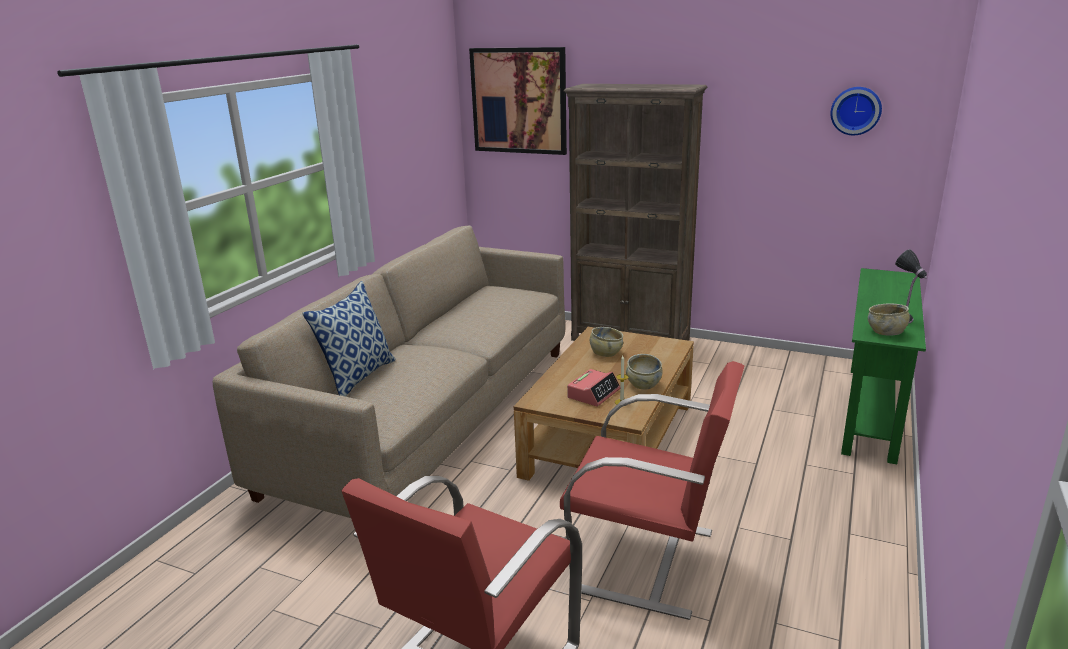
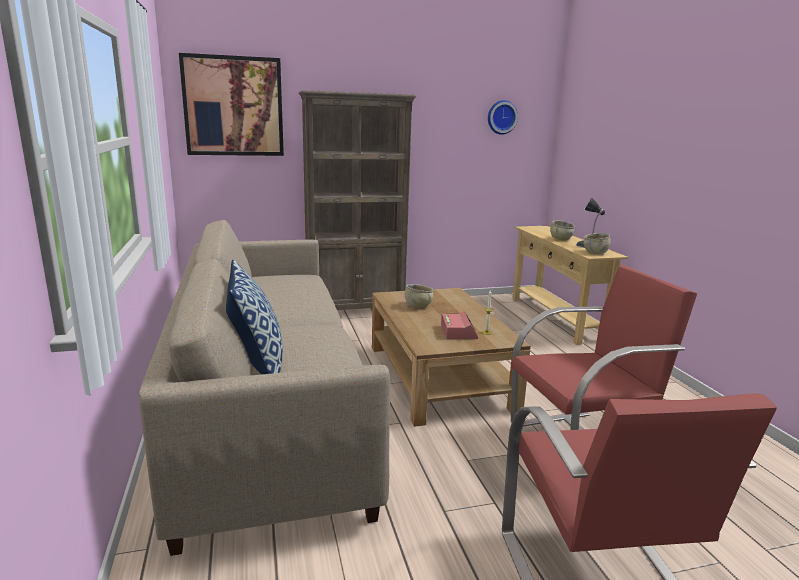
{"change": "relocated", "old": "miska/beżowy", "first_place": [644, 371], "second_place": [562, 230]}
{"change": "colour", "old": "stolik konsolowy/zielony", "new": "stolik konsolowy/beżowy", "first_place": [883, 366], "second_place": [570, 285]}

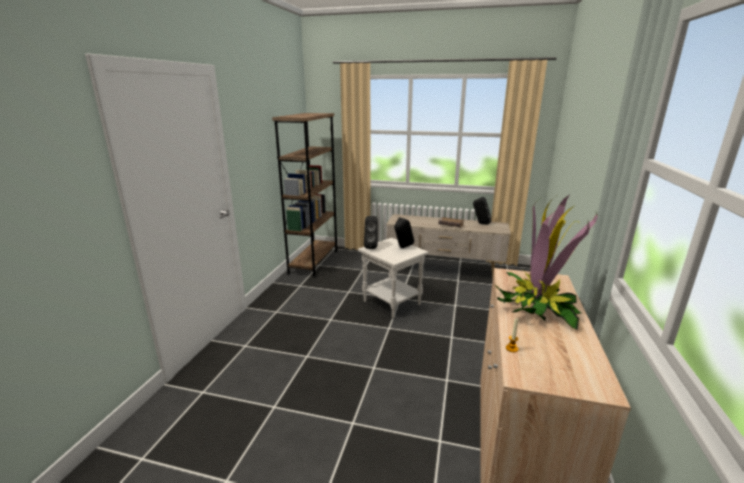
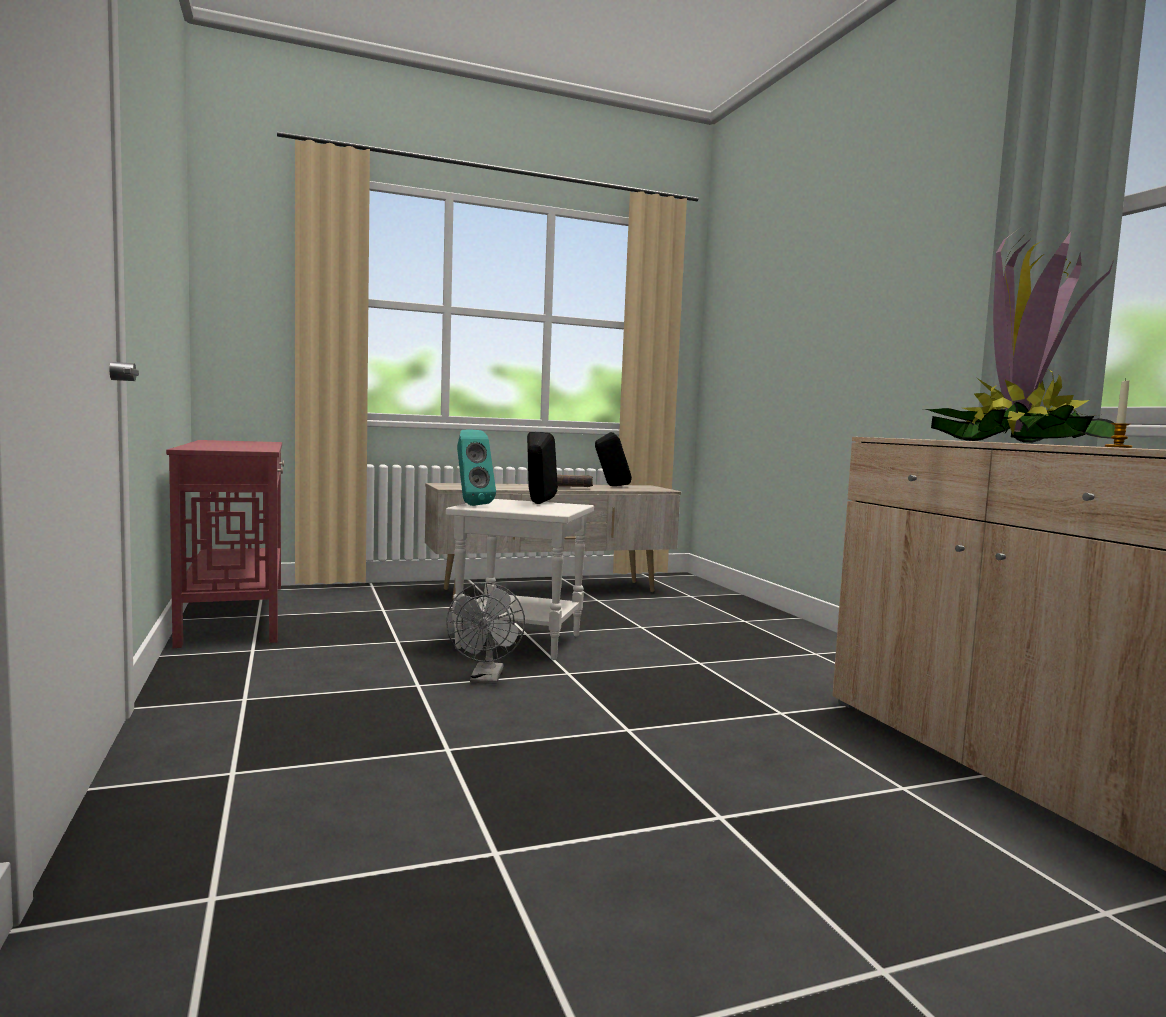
{"change": "exchanged", "old": "regał/brązowy", "new": "stolik konsolowy/czerwony", "first_place": [305, 195], "second_place": [225, 544]}
{"change": "colour", "old": "głośnik/czarny", "new": "głośnik/turkusowy", "first_place": [371, 232], "second_place": [476, 468]}
{"change": "appeared", "new": "wentylator/szary", "second_place": [485, 633]}

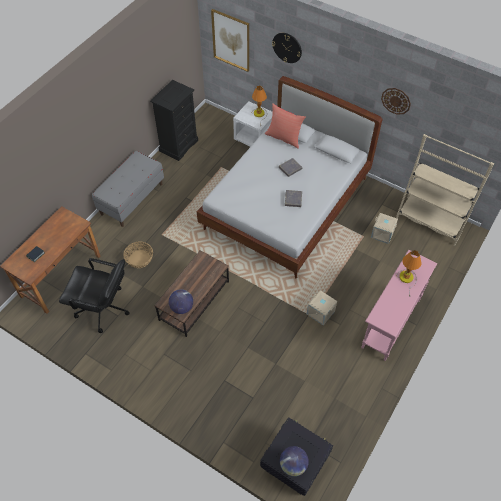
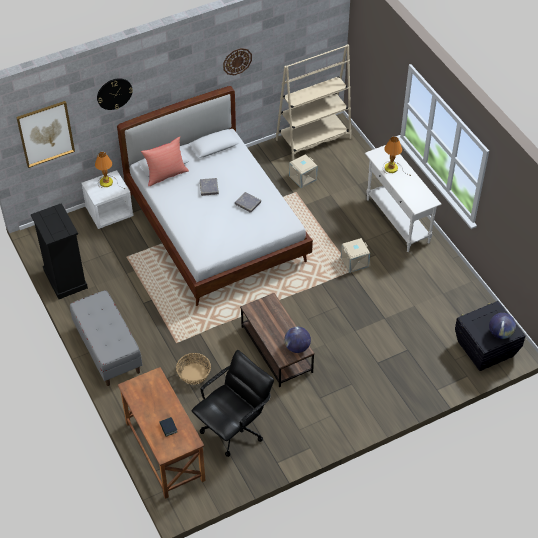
{"change": "colour", "old": "stolik konsolowy/różowy", "new": "stolik konsolowy/biały", "first_place": [399, 305], "second_place": [403, 198]}

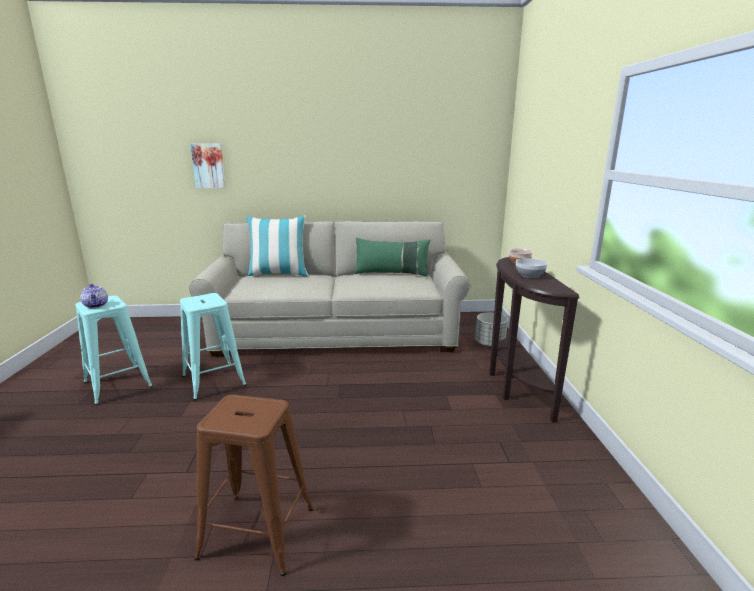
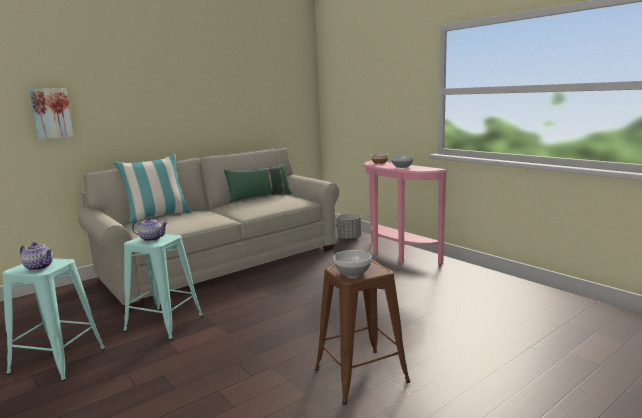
{"change": "colour", "old": "stolik konsolowy/brązowy", "new": "stolik konsolowy/różowy", "first_place": [534, 340], "second_place": [405, 212]}
{"change": "appeared", "new": "imbryk", "second_place": [149, 229]}
{"change": "appeared", "new": "miska", "second_place": [353, 263]}

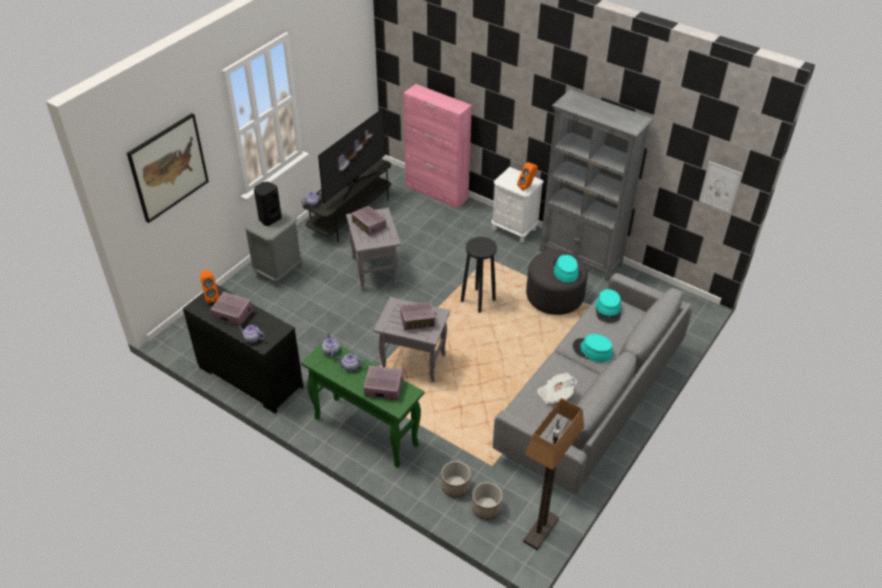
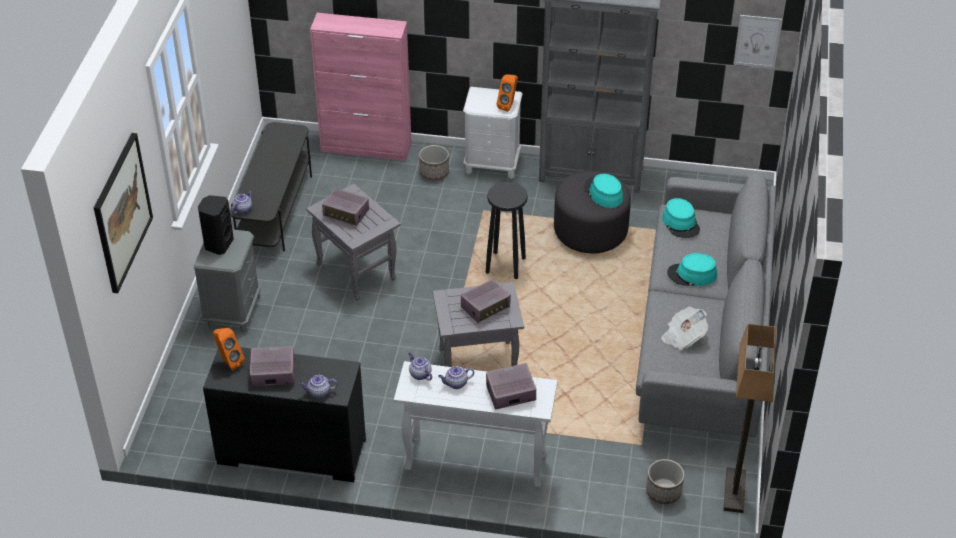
{"change": "colour", "old": "stolik konsolowy/zielony", "new": "stolik konsolowy/biały", "first_place": [362, 403], "second_place": [475, 424]}
{"change": "missing", "old": "telewizor", "first_place": [351, 155]}
{"change": "relocated", "old": "donica", "first_place": [456, 479], "second_place": [434, 163]}

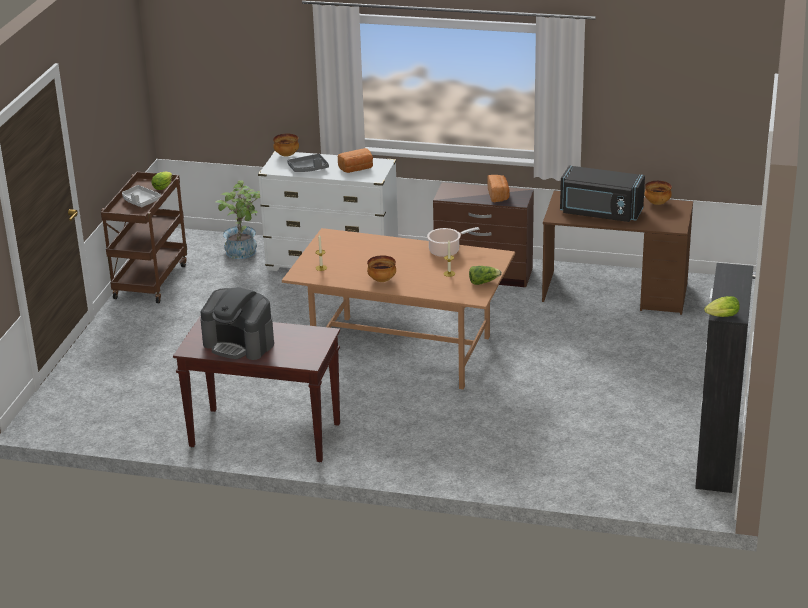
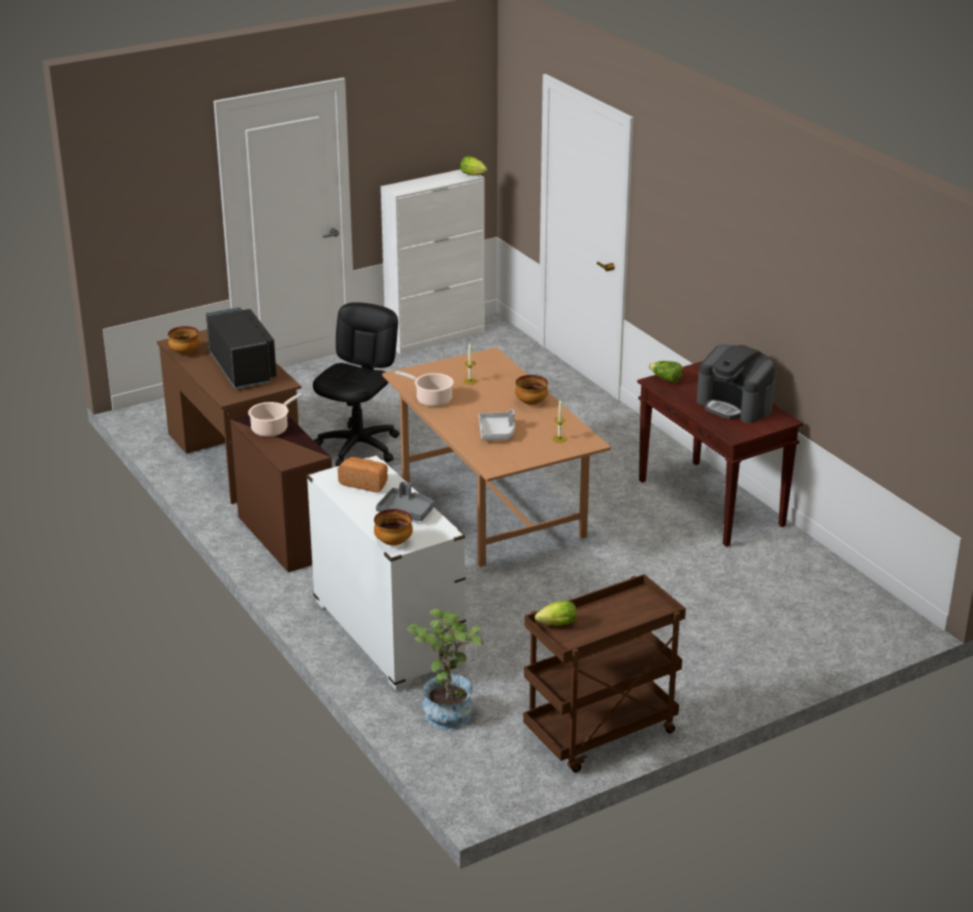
{"change": "relocated", "old": "taca/szary", "first_place": [141, 196], "second_place": [497, 424]}
{"change": "spun", "old": "ekspres do kawy", "first_place": [237, 323], "second_place": [736, 383], "degrees": 150}
{"change": "relocated", "old": "sałata", "first_place": [485, 275], "second_place": [666, 372]}
{"change": "exchanged", "old": "chleb", "new": "garnek", "first_place": [499, 189], "second_place": [275, 415]}
{"change": "colour", "old": "szafka/czarny", "new": "szafka/biały", "first_place": [724, 378], "second_place": [433, 261]}
{"change": "appeared", "new": "krzesło biurowe/czarny", "second_place": [356, 384]}

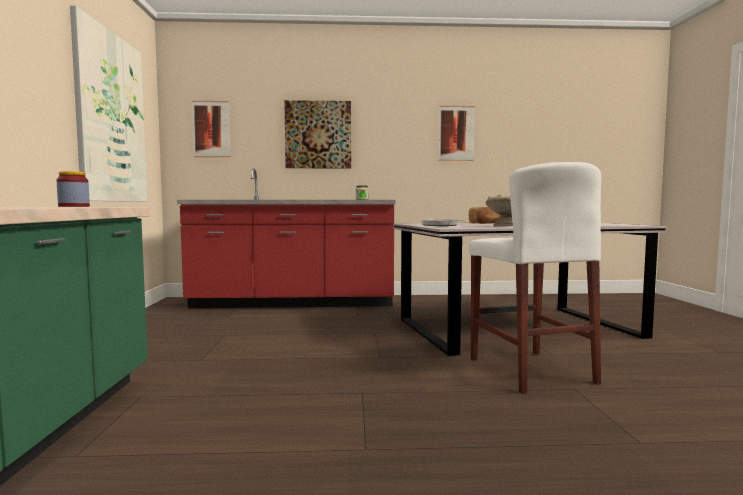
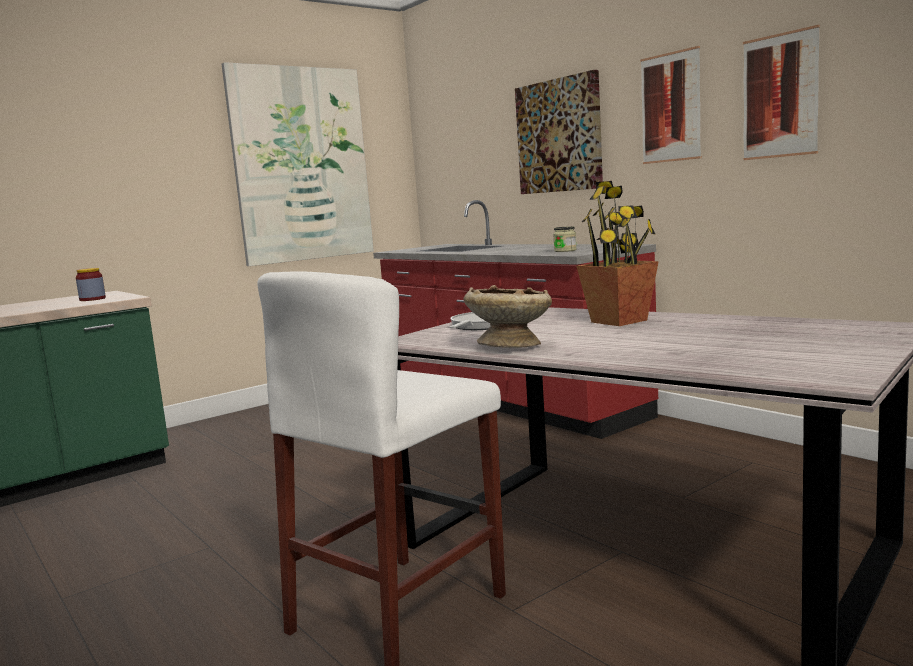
{"change": "relocated", "old": "obraz", "first_place": [211, 129], "second_place": [671, 105]}
{"change": "exchanged", "old": "chleb", "new": "roślina doniczkowa", "first_place": [484, 215], "second_place": [618, 253]}

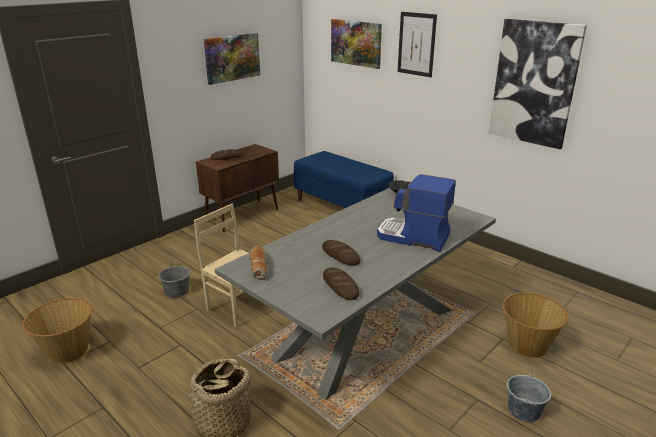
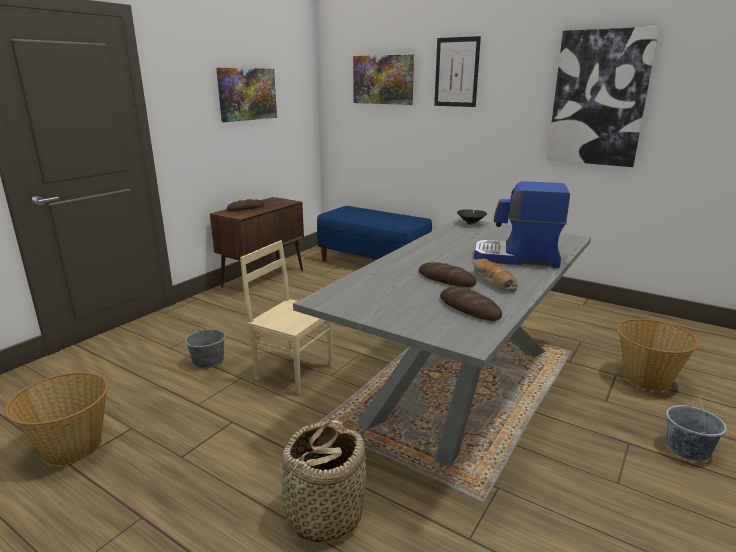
{"change": "relocated", "old": "chleb", "first_place": [258, 263], "second_place": [495, 275]}

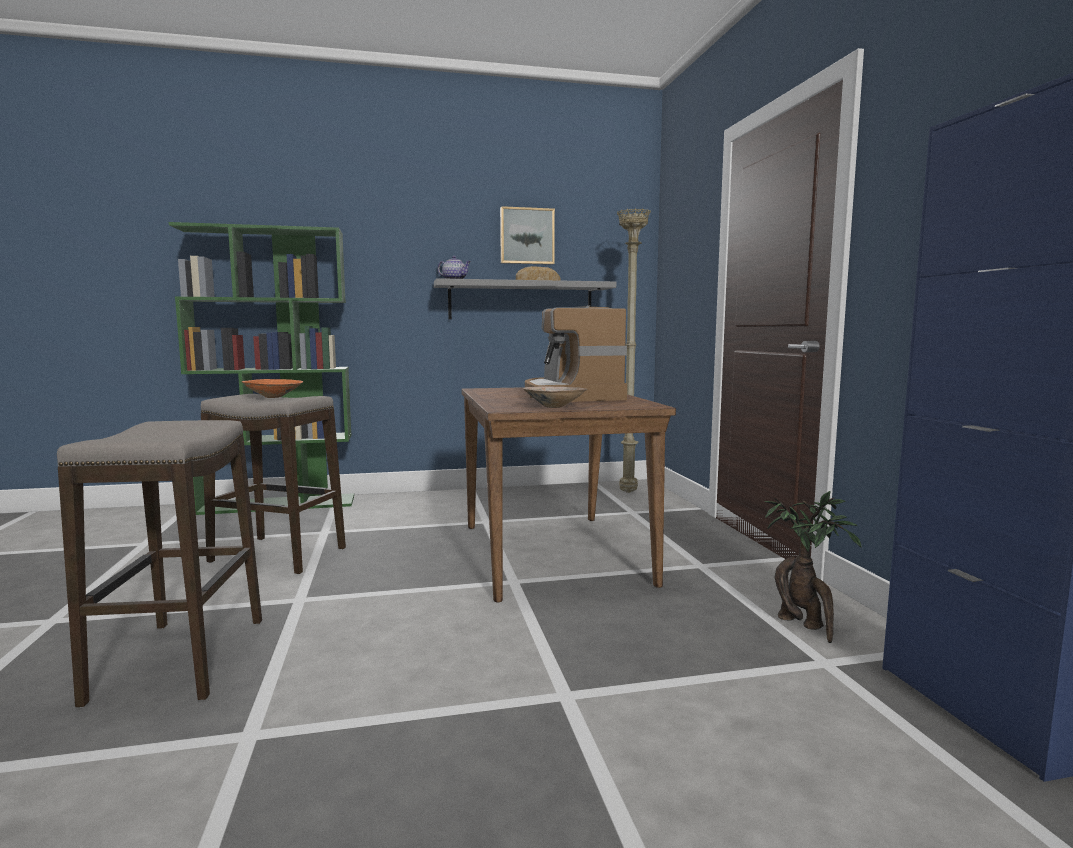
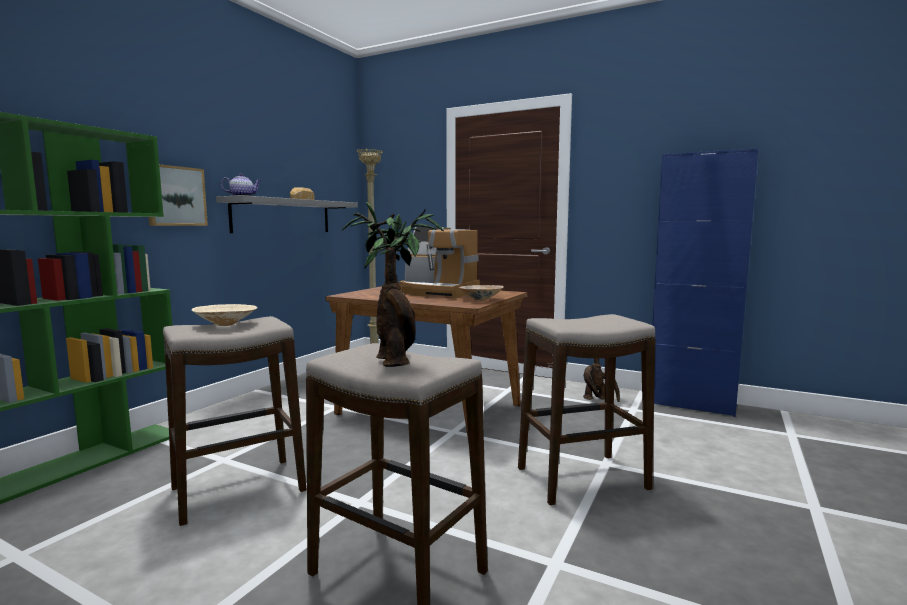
{"change": "colour", "old": "miska/pomarańczowy", "new": "miska/beżowy", "first_place": [272, 388], "second_place": [225, 315]}
{"change": "relocated", "old": "obraz", "first_place": [527, 235], "second_place": [178, 195]}
{"change": "appeared", "new": "roślina doniczkowa", "second_place": [393, 284]}
{"change": "appeared", "new": "stołek", "second_place": [586, 410]}

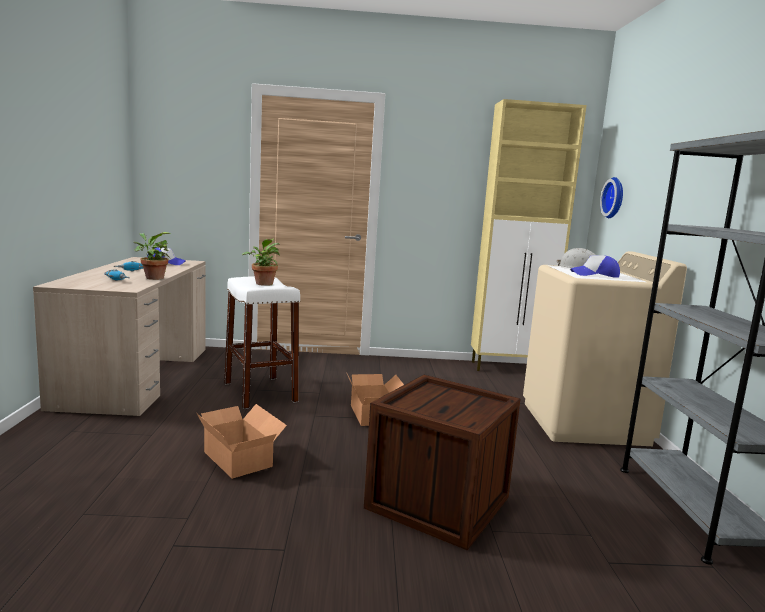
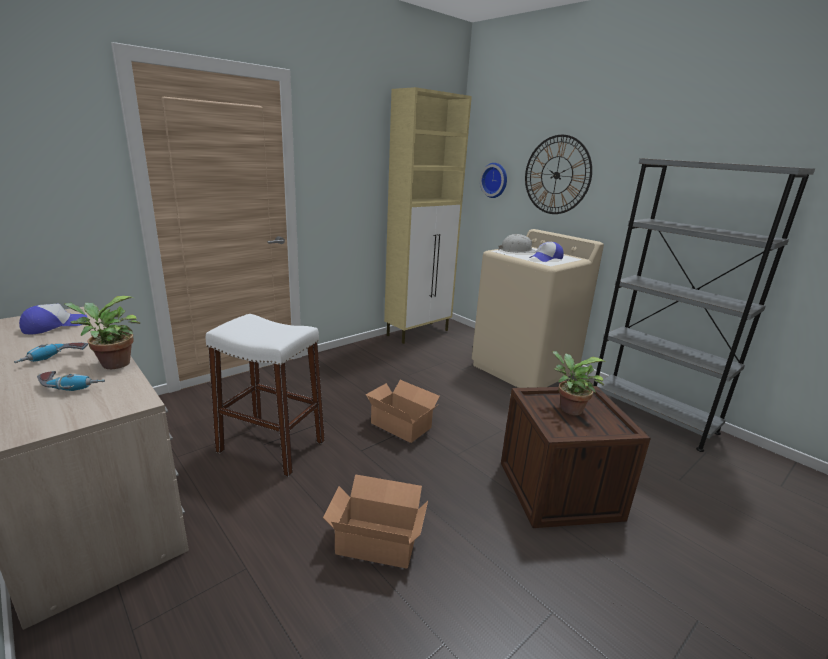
{"change": "relocated", "old": "roślina doniczkowa", "first_place": [261, 262], "second_place": [578, 383]}
{"change": "appeared", "new": "zegar ścienny", "second_place": [558, 174]}

